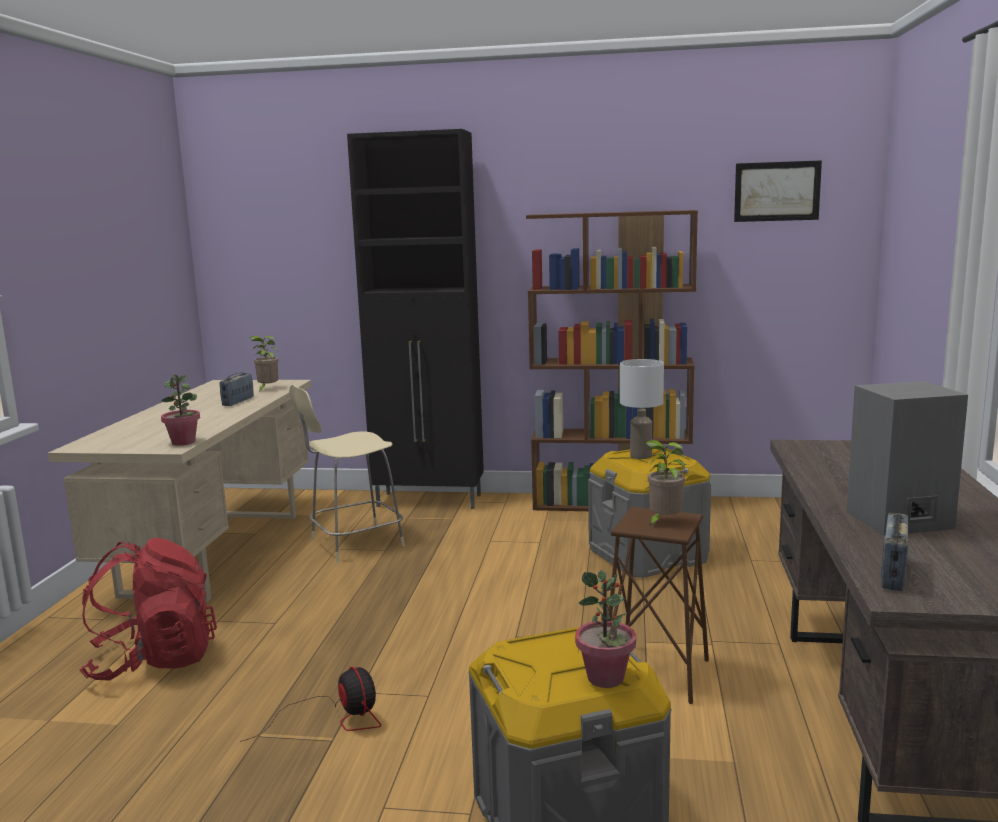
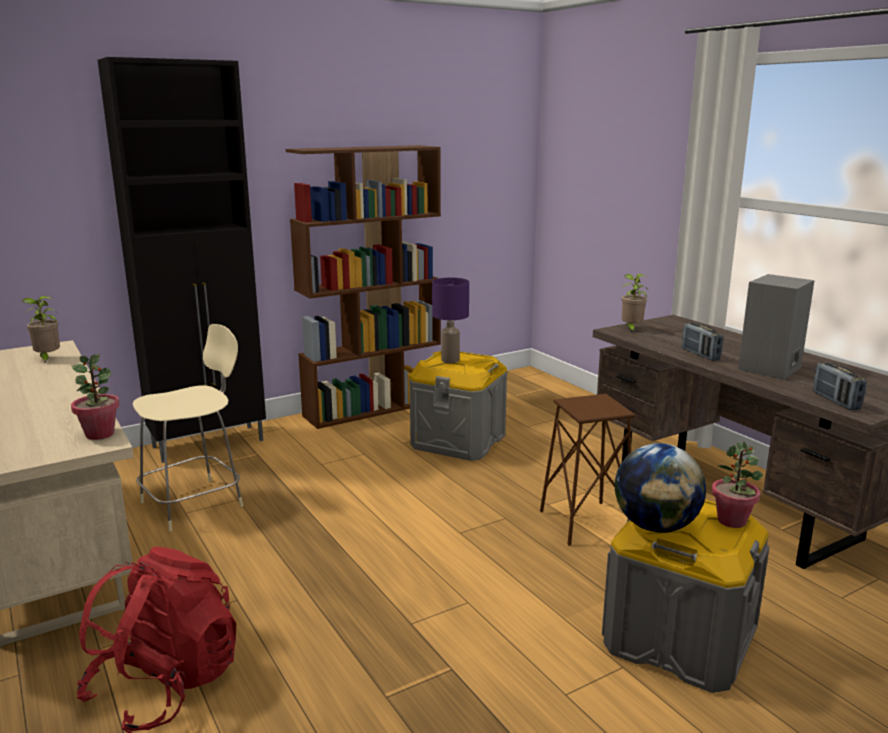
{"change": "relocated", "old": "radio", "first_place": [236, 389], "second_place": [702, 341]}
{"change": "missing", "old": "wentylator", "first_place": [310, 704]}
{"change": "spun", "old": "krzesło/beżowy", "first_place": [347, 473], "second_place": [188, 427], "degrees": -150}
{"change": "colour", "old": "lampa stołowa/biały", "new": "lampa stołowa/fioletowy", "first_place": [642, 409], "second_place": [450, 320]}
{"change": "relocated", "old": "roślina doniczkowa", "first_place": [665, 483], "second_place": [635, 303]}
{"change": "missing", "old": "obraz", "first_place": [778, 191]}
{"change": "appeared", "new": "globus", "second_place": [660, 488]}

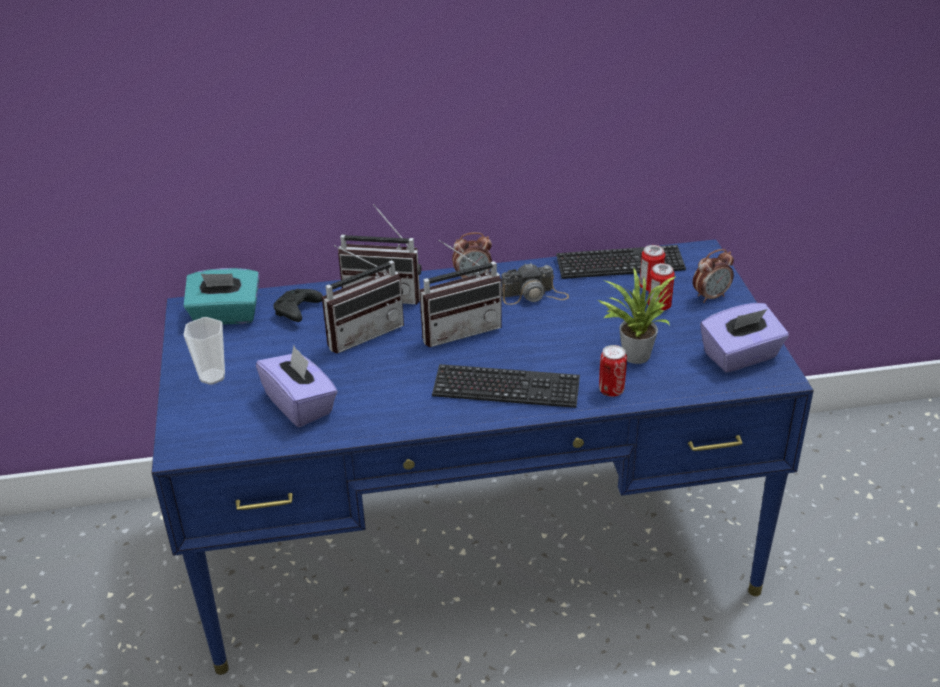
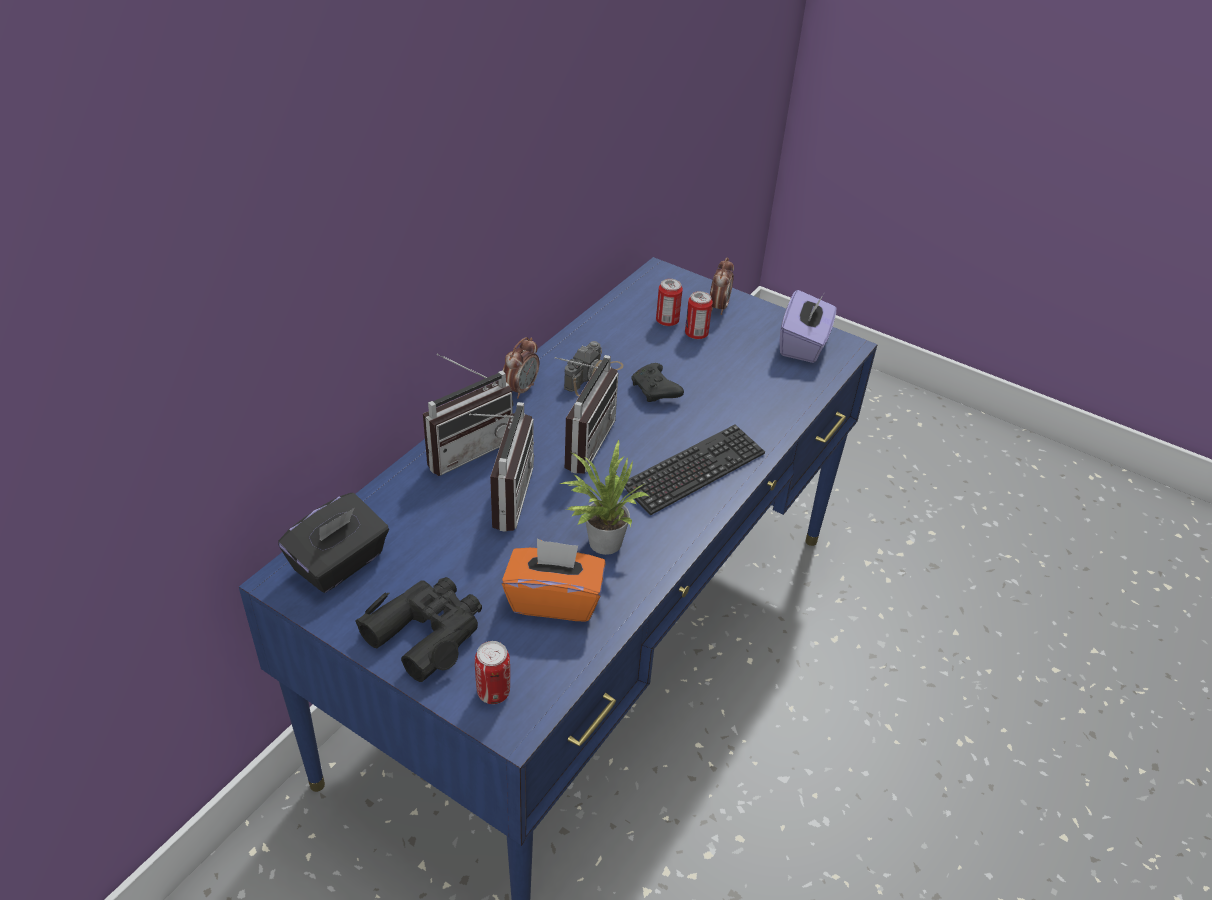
{"change": "colour", "old": "pudełko chusteczek/turkusowy", "new": "pudełko chusteczek/czarny", "first_place": [221, 296], "second_place": [333, 543]}
{"change": "exchanged", "old": "filiżanka", "new": "lornetka/czarny", "first_place": [204, 351], "second_place": [418, 629]}
{"change": "colour", "old": "pudełko chusteczek/fioletowy", "new": "pudełko chusteczek/pomarańczowy", "first_place": [297, 386], "second_place": [554, 580]}
{"change": "relocated", "old": "pad do gier/czarny", "first_place": [298, 305], "second_place": [657, 382]}
{"change": "missing", "old": "klawiatura", "first_place": [621, 262]}
{"change": "relocated", "old": "roślina doniczkowa", "first_place": [637, 316], "second_place": [604, 497]}
{"change": "relocated", "old": "puszka", "first_place": [613, 371], "second_place": [492, 672]}

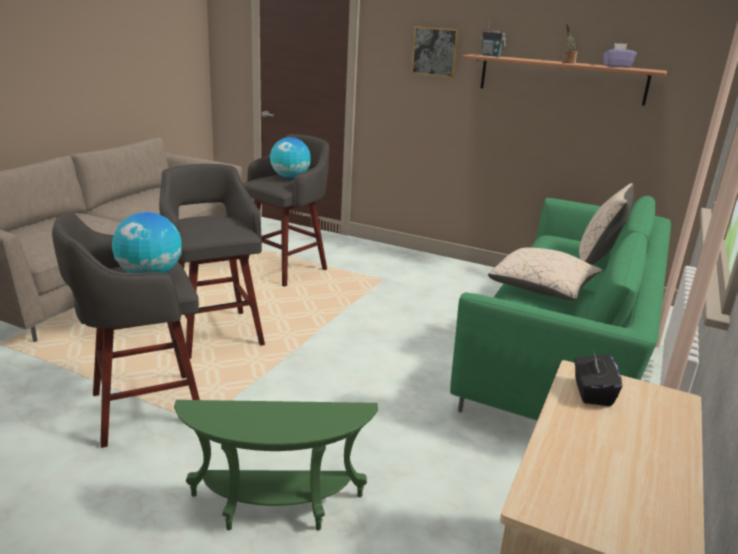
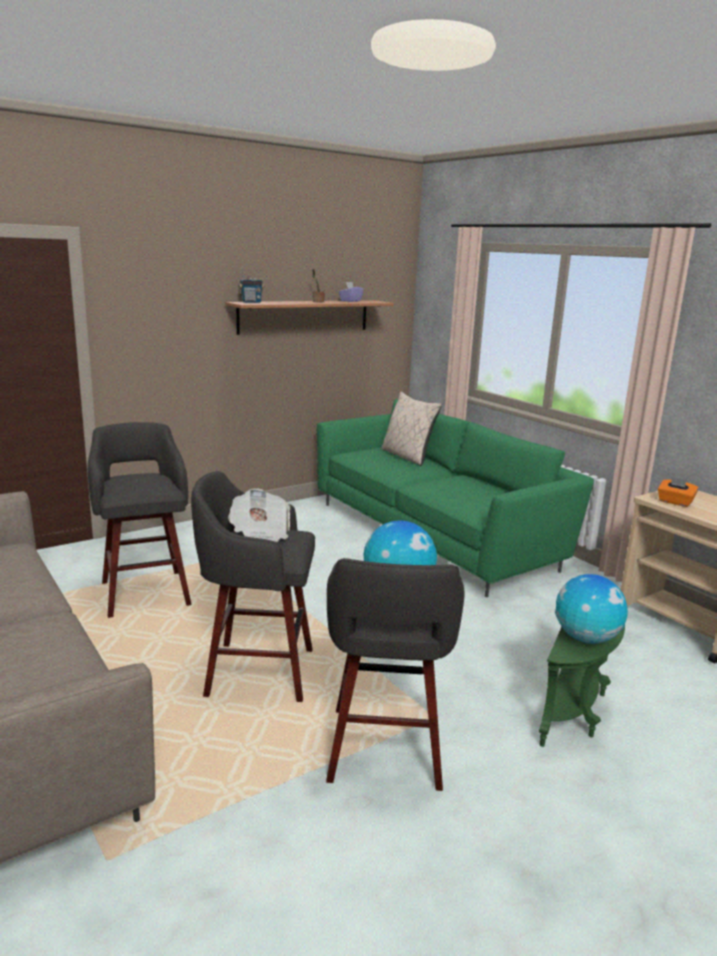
{"change": "relocated", "old": "globus", "first_place": [290, 158], "second_place": [591, 609]}
{"change": "missing", "old": "obraz", "first_place": [435, 52]}
{"change": "missing", "old": "poduszka/beżowy", "first_place": [545, 274]}
{"change": "colour", "old": "pudełko chusteczek/czarny", "new": "pudełko chusteczek/pomarańczowy", "first_place": [598, 377], "second_place": [678, 491]}
{"change": "appeared", "new": "gazeta", "second_place": [259, 515]}

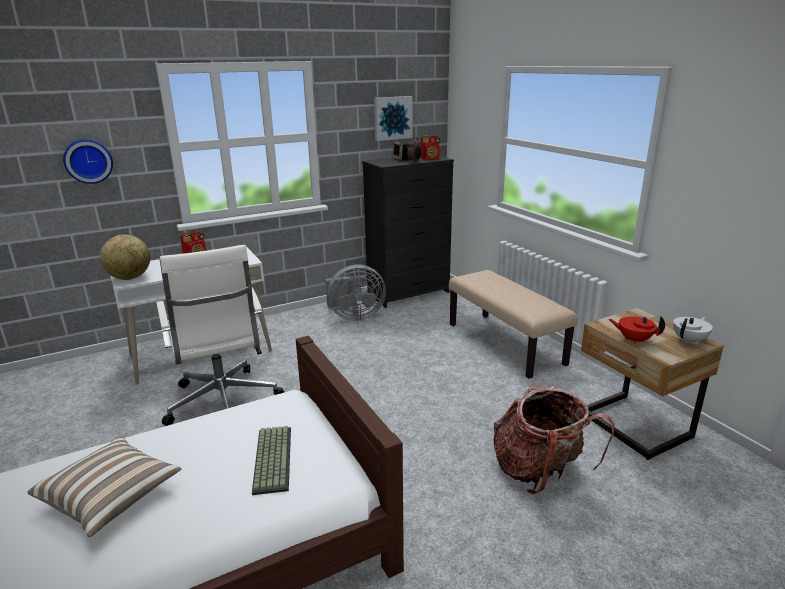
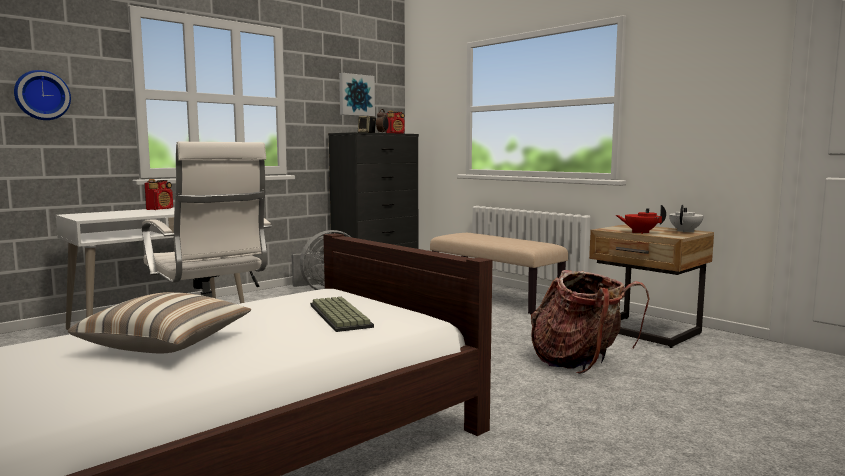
{"change": "missing", "old": "globus", "first_place": [125, 257]}

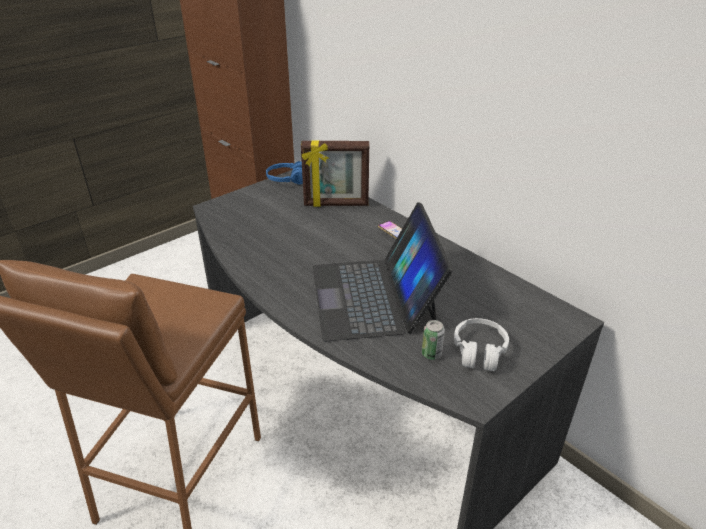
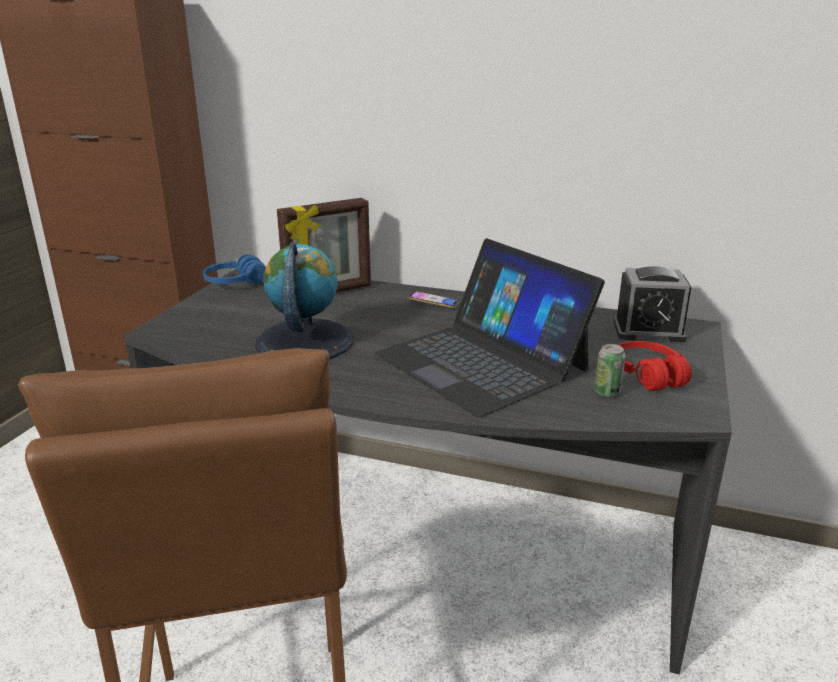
{"change": "colour", "old": "słuchawki/biały", "new": "słuchawki/czerwony", "first_place": [481, 344], "second_place": [655, 366]}
{"change": "appeared", "new": "globus", "second_place": [304, 300]}
{"change": "appeared", "new": "budzik", "second_place": [652, 304]}

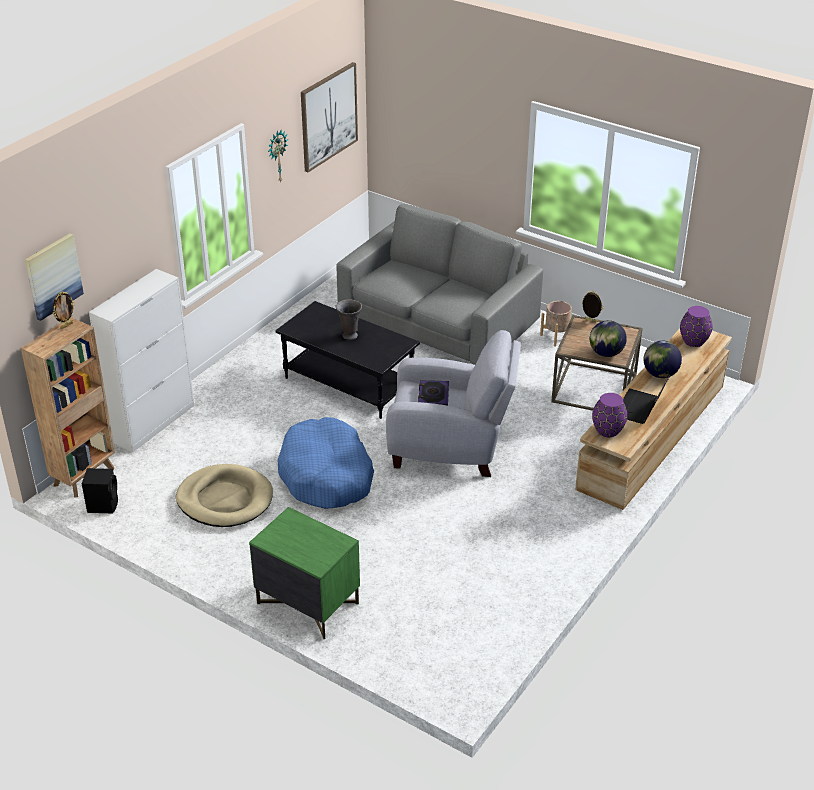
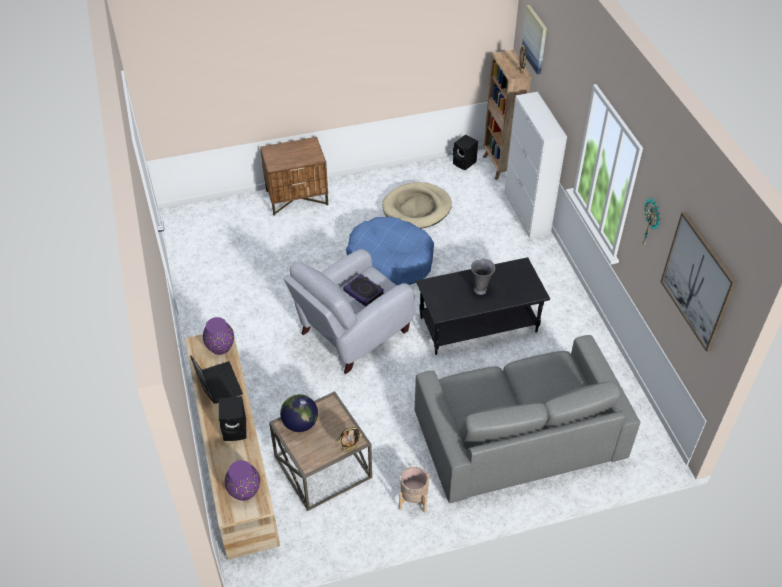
{"change": "colour", "old": "szafka nocna/zielony", "new": "szafka nocna/brązowy", "first_place": [304, 573], "second_place": [294, 176]}
{"change": "exchanged", "old": "globus", "new": "głośnik/czarny", "first_place": [662, 359], "second_place": [233, 418]}

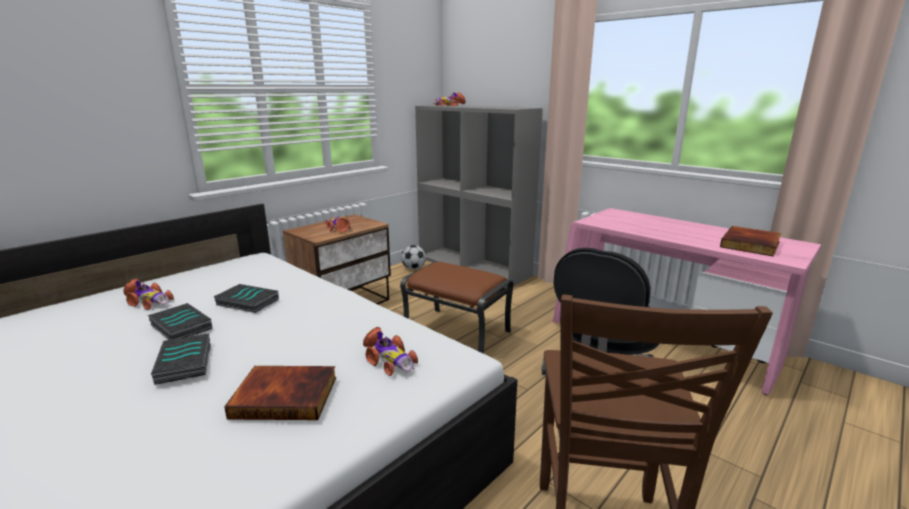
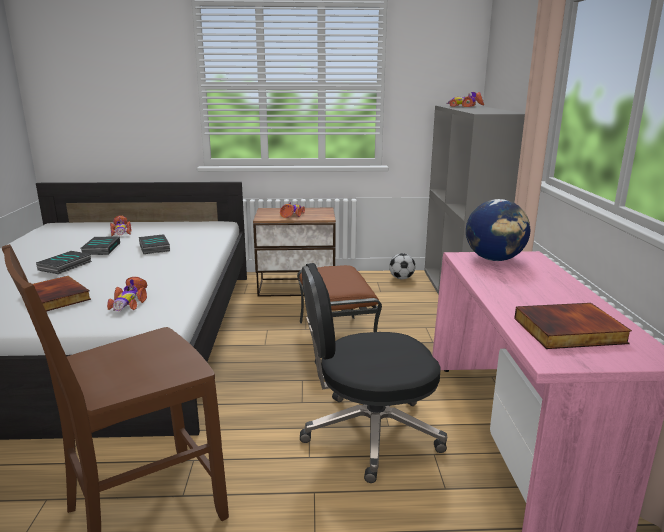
{"change": "appeared", "new": "globus", "second_place": [498, 230]}

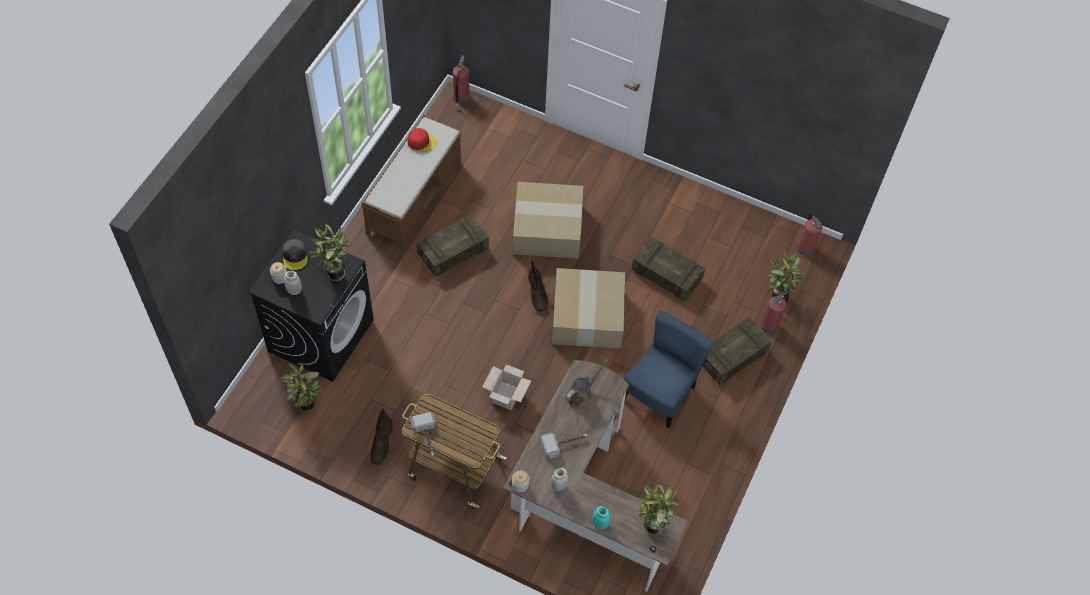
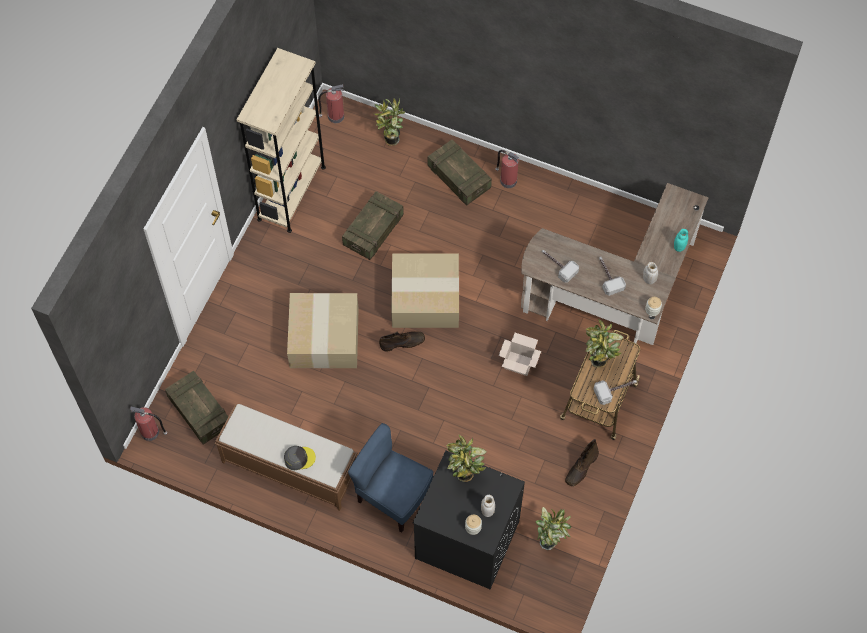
{"change": "relocated", "old": "czapka z daszkiem/szary", "first_place": [295, 254], "second_place": [300, 458]}
{"change": "spun", "old": "but z cholewką/brązowy", "first_place": [381, 437], "second_place": [582, 463], "degrees": 120}
{"change": "missing", "old": "czapka z daszkiem/czerwony", "first_place": [422, 140]}
{"change": "relocated", "old": "skrzynka", "first_place": [453, 245], "second_place": [196, 408]}
{"change": "exchanged", "old": "konewka/brązowy", "new": "młotek", "first_place": [586, 383], "second_place": [560, 266]}
{"change": "relocated", "old": "krzesło/niebieski", "first_place": [669, 369], "second_place": [390, 477]}
{"change": "relocated", "old": "roślina doniczkowa", "first_place": [658, 510], "second_place": [604, 343]}
{"change": "relocated", "old": "gaśnica", "first_place": [775, 313], "second_place": [507, 169]}
{"change": "appeared", "new": "regał/beżowy", "second_place": [281, 140]}

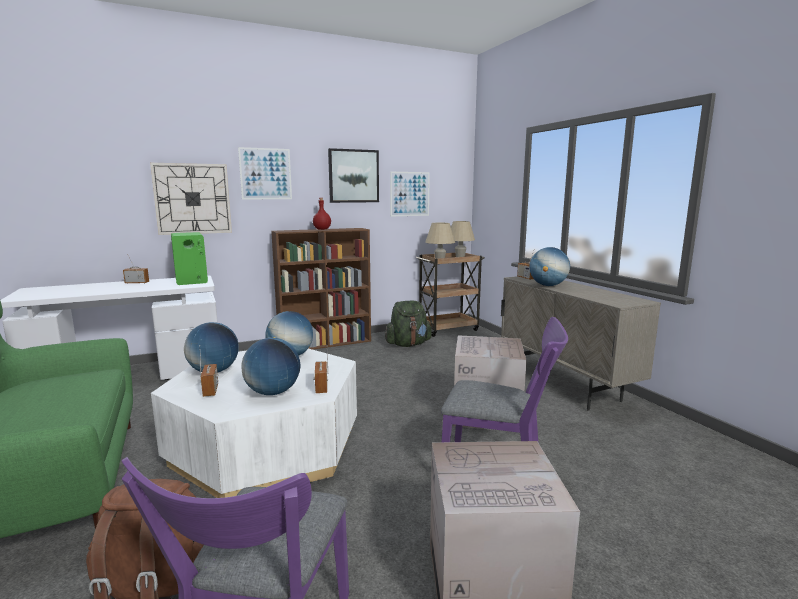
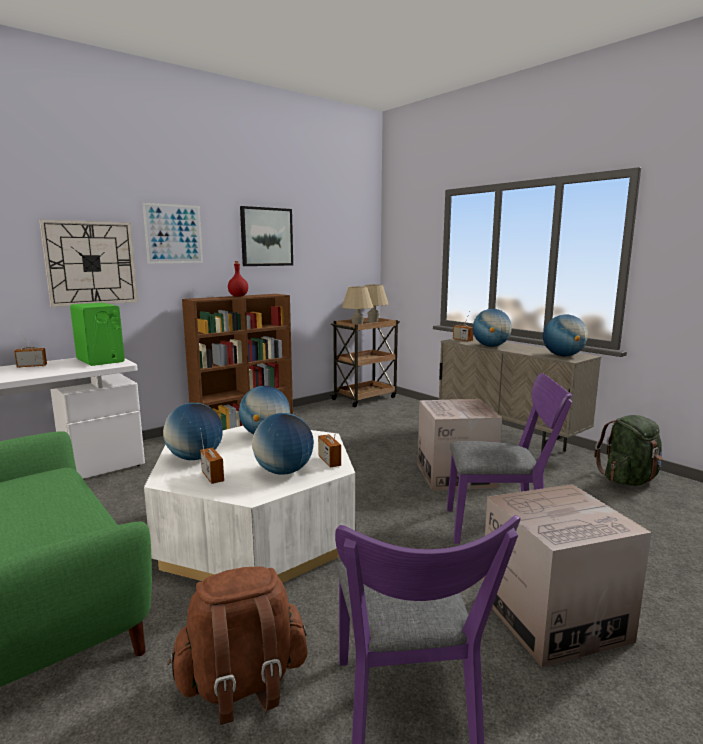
{"change": "relocated", "old": "plecak/zielony", "first_place": [408, 324], "second_place": [628, 450]}
{"change": "missing", "old": "obraz", "first_place": [410, 194]}
{"change": "appeared", "new": "globus", "second_place": [565, 335]}

